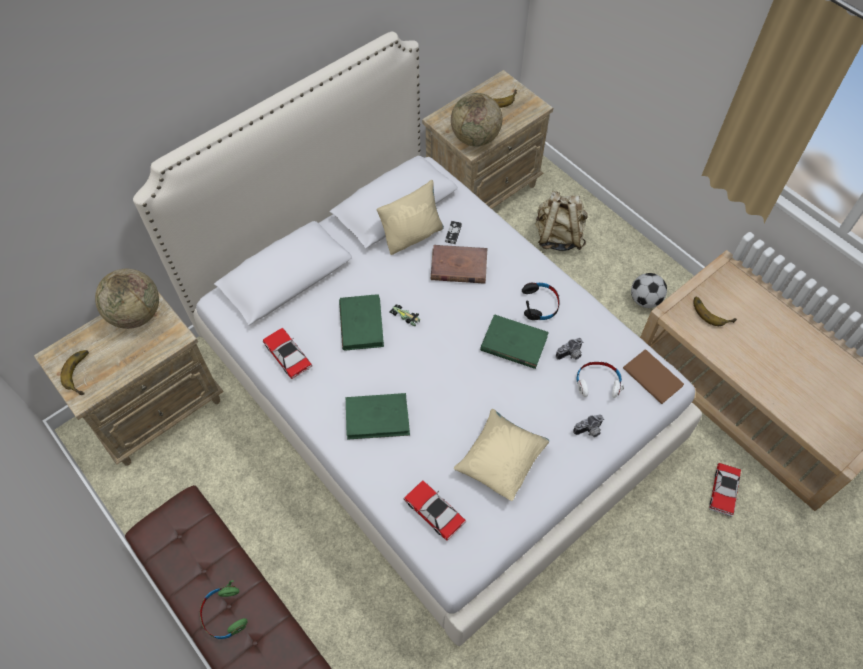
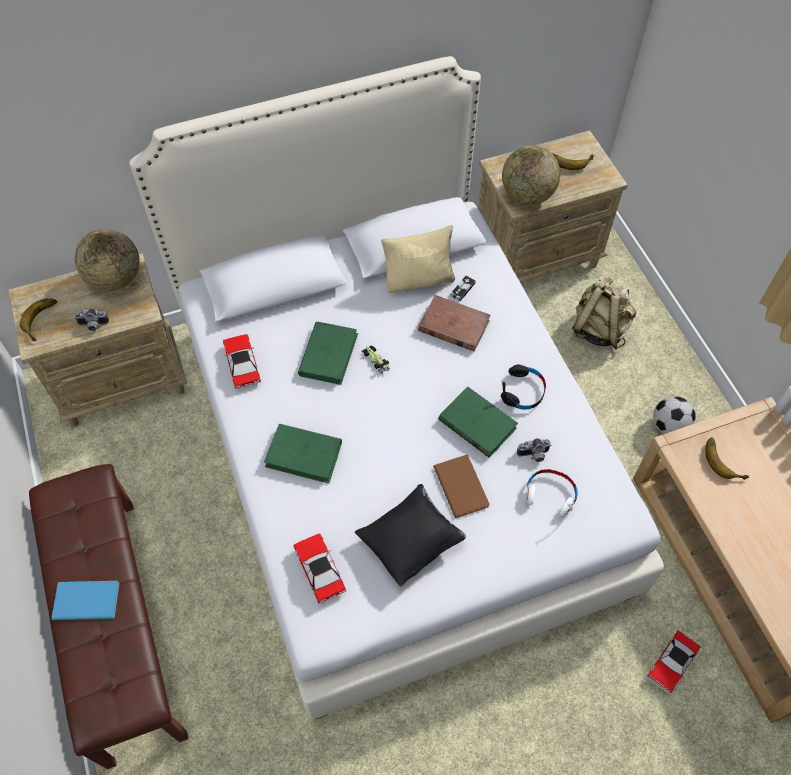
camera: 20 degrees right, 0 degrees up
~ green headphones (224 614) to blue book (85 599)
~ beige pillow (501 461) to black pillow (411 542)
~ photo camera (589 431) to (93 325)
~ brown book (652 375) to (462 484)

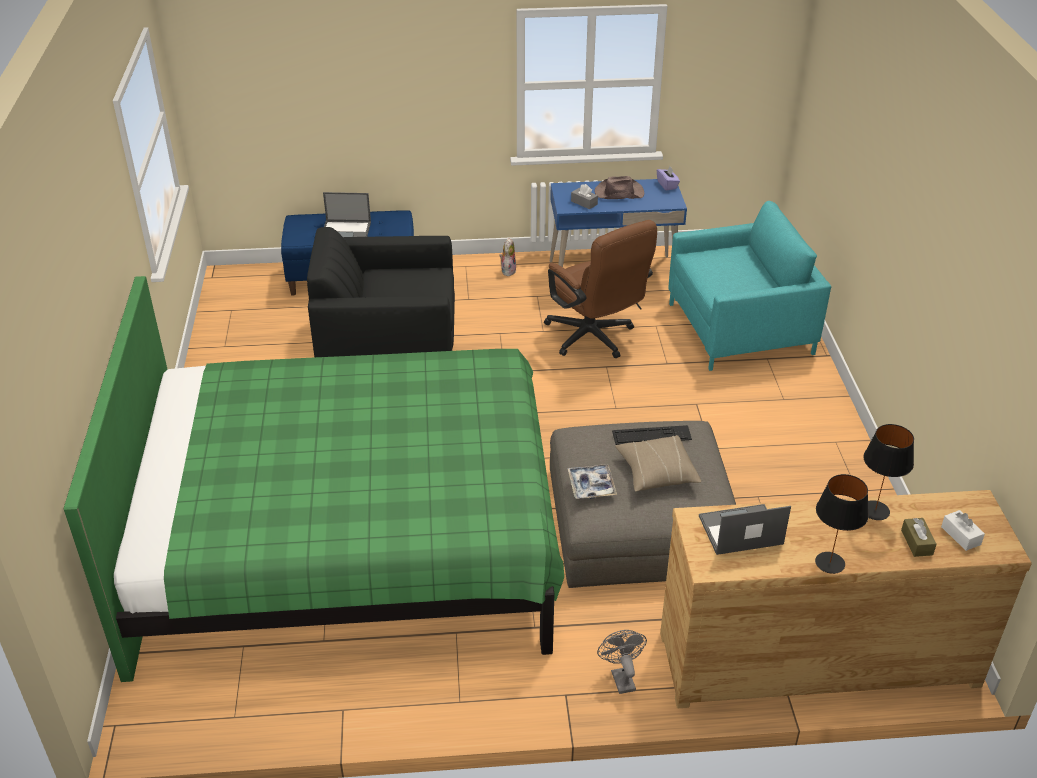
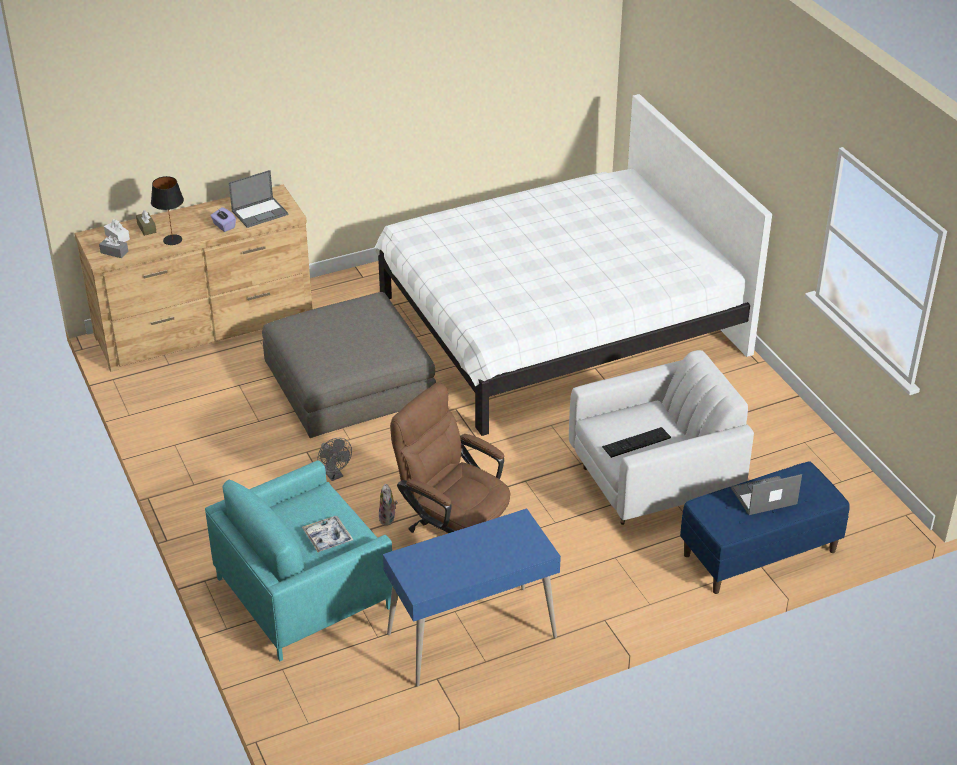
camera: 160 degrees right, 0 degrees up
~ green bed (347 538) to white bed (559 323)
~ black armchair (388 344) to white armchair (655 481)
~ plush toy (507 270) to (388 519)
~ tray (591 486) to (327 538)
~ grey tissue box (584 203) to (114 252)
- brown hat (618 193)
~ grey fan (621 677) to (334 475)
~ keyboard (651 435) to (636 442)
- beige pillow (656 473)
~ purple tissue box (667 185) to (224 226)
- black table lamp (830 562)

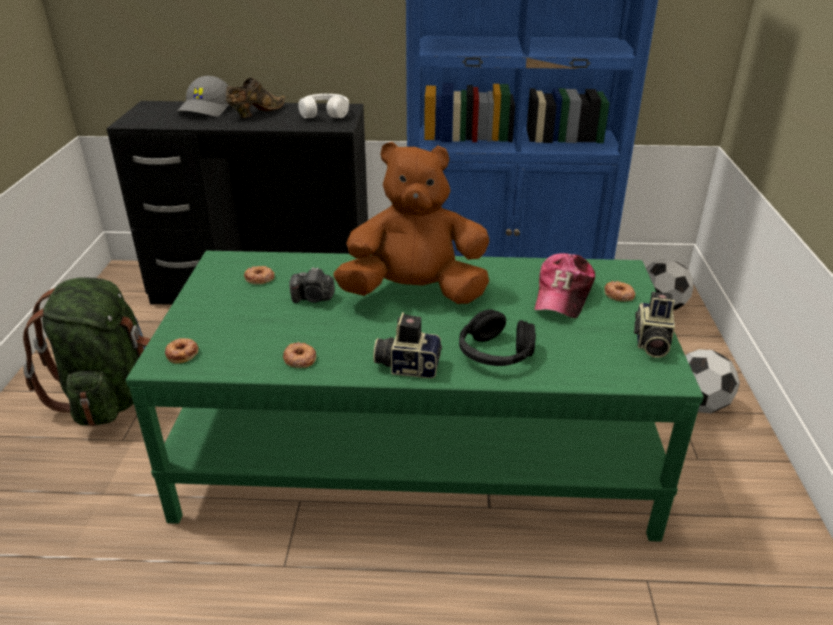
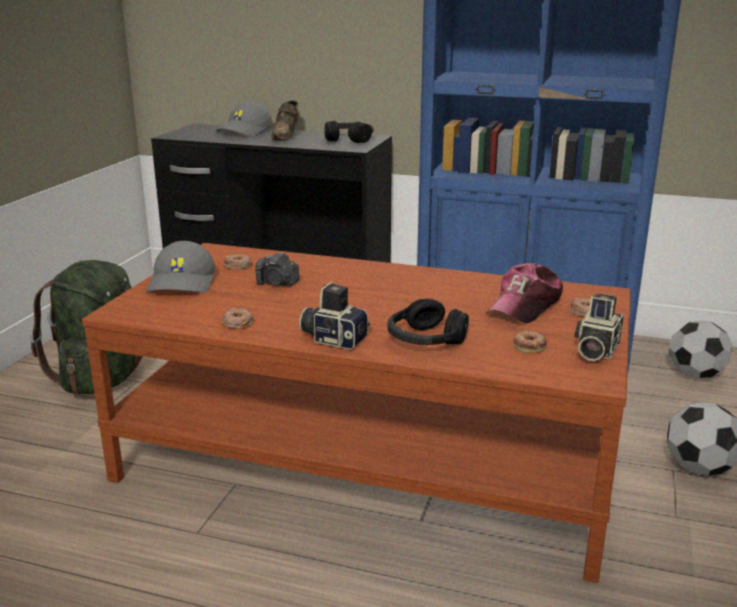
camera: 15 degrees right, 10 degrees down
~ green coffee table (418 449) to brown coffee table (370 460)
~ donut (182 353) to (529 346)
~ brown shoe (256 113) = (287 136) 135 degrees clockwise
~ white headphones (324 114) to black headphones (349 140)
- brown plush toy (415 293)
+ grey cap (183 283)

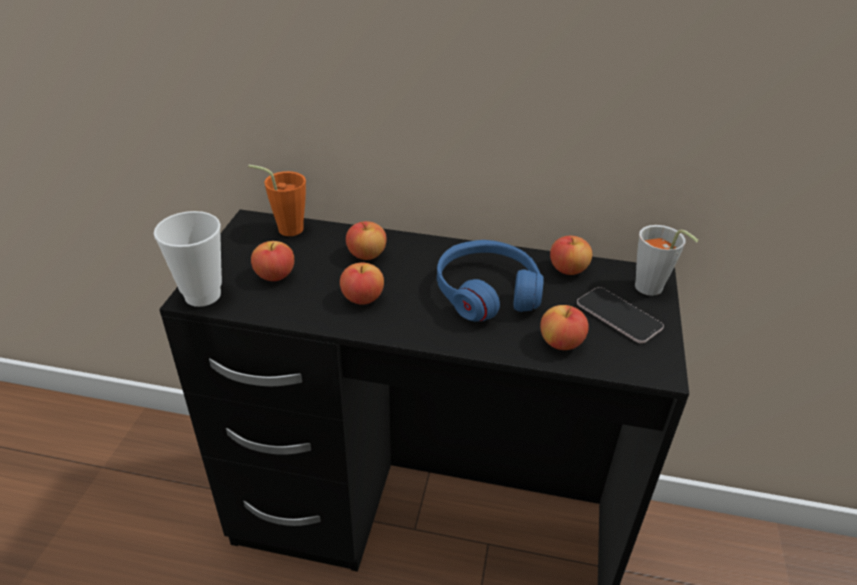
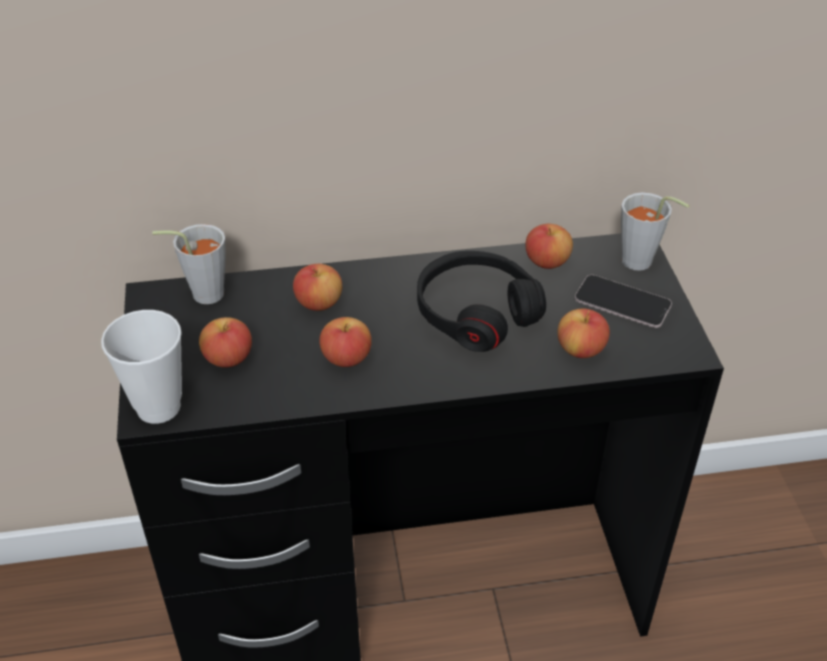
camera: 20 degrees left, 5 degrees up
~ orange cup (285 228) to grey cup (200 294)
~ blue headphones (486 291) to black headphones (476 312)

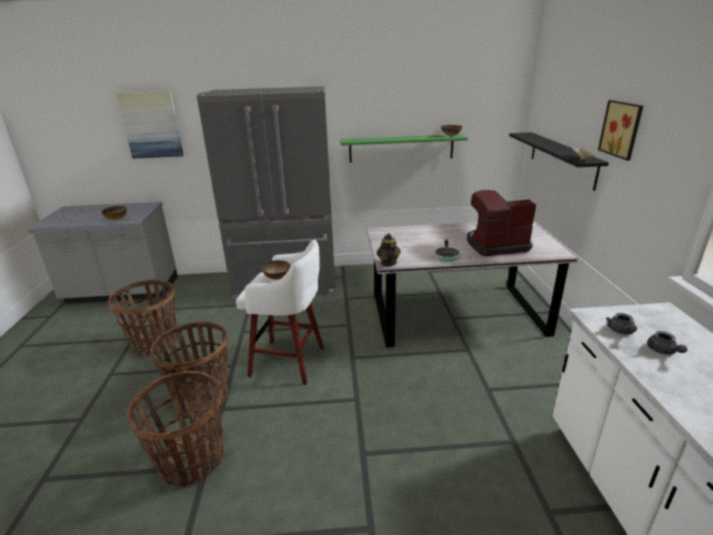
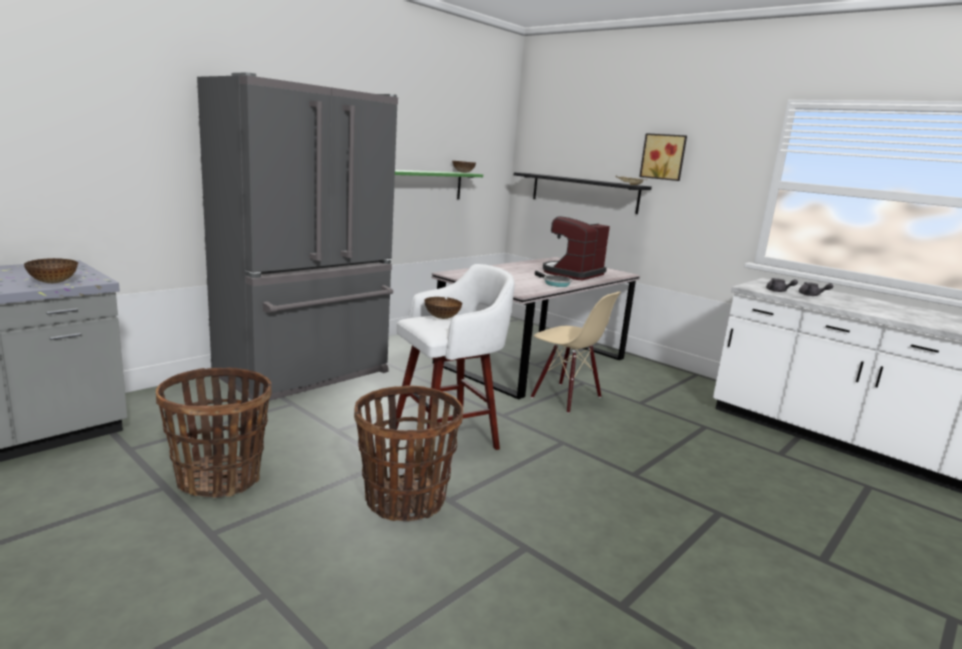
camera: 45 degrees left, 10 degrees down
- picture (152 125)
- basket (191 461)
- teapot (388 263)
+ beige chair (565 397)

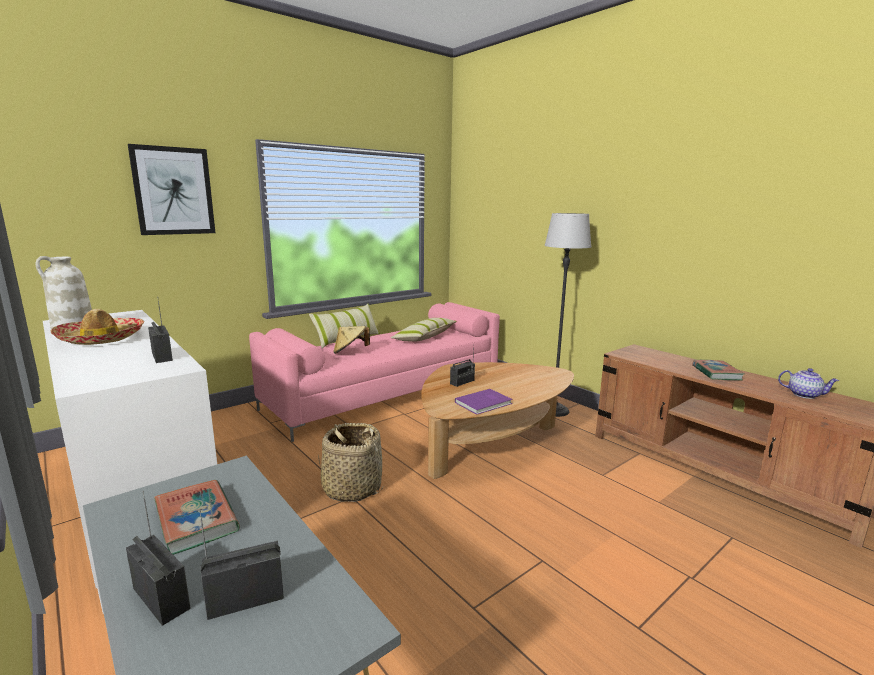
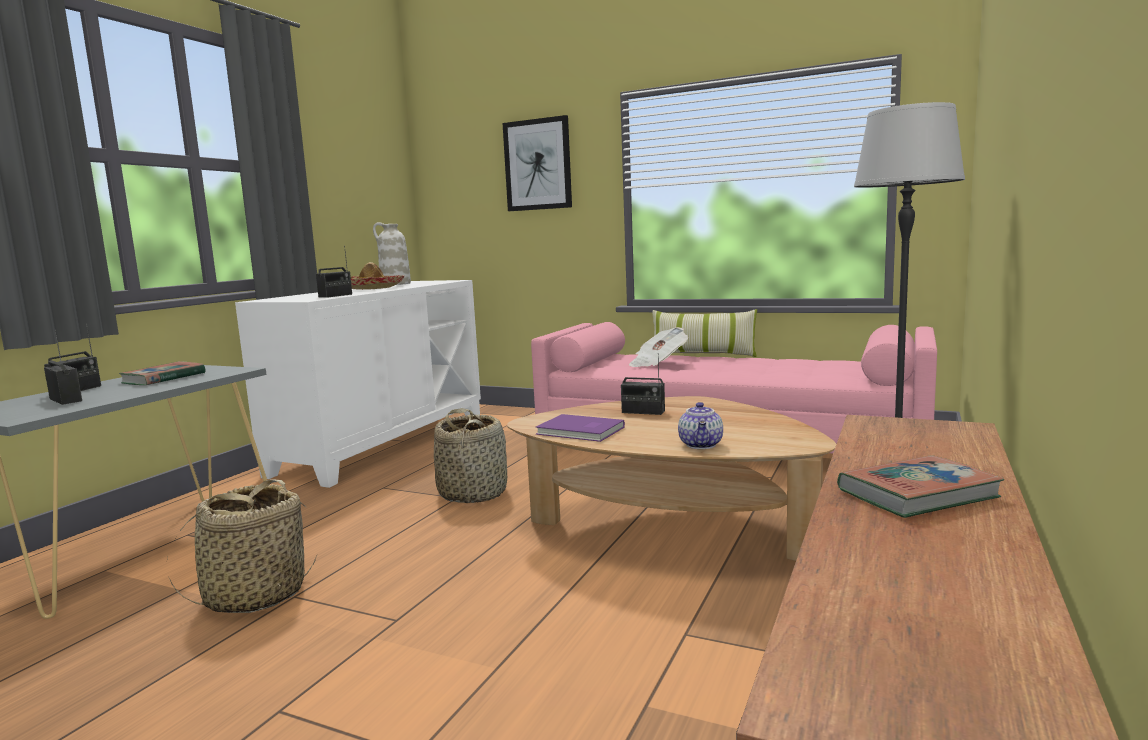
camera: 65 degrees right, 5 degrees down
~ beige hat (350 351) to newspaper (657 363)
- pillow (425 337)
~ teapot (804 395) to (702 445)
+ basket (255 595)

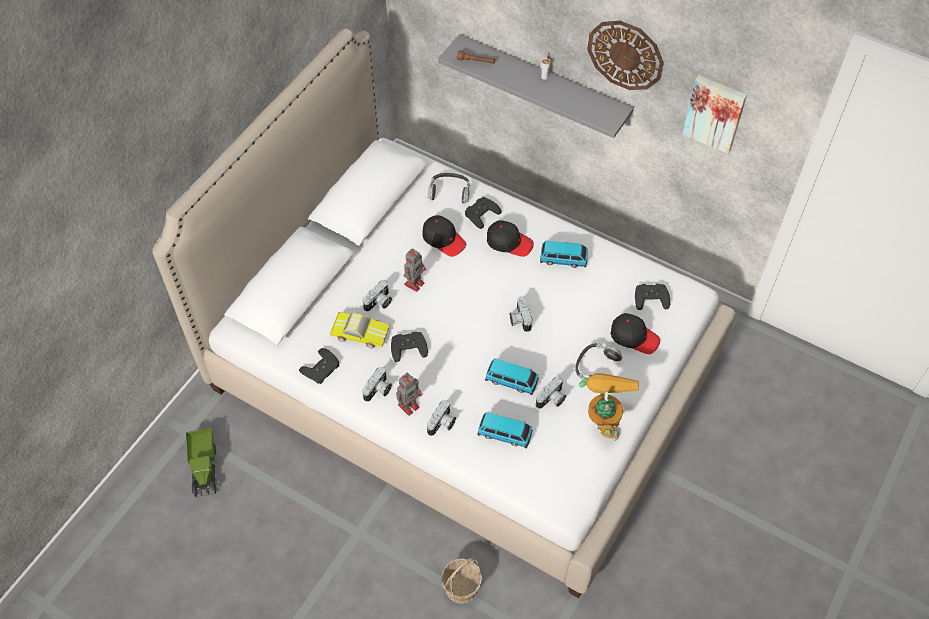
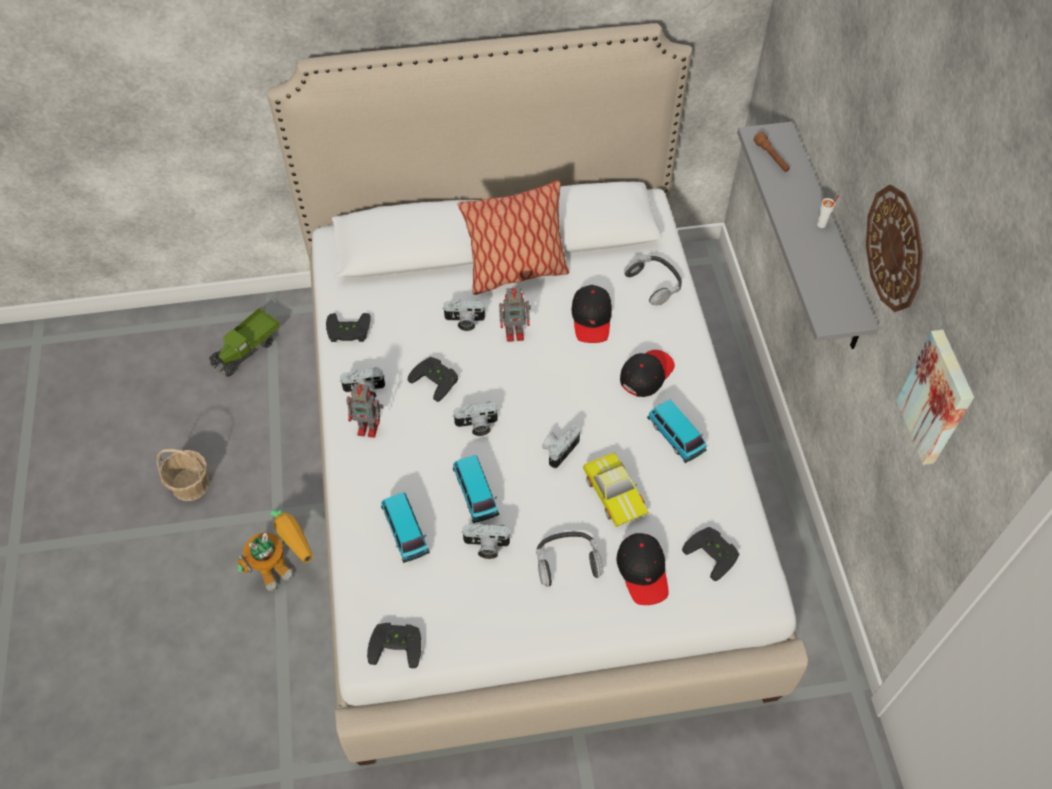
camera: 50 degrees right, 0 degrees up
~ toy car (360 332) to (615 492)
~ photo camera (442 424) to (476 426)
~ basket (461 587) to (190 484)
~ black game controller (480 213) to (397 643)
~ black cap (509 242) = (646 374) 120 degrees counterclockwise
~ toy robot (603 420) to (284 566)
+ pillow (516 273)

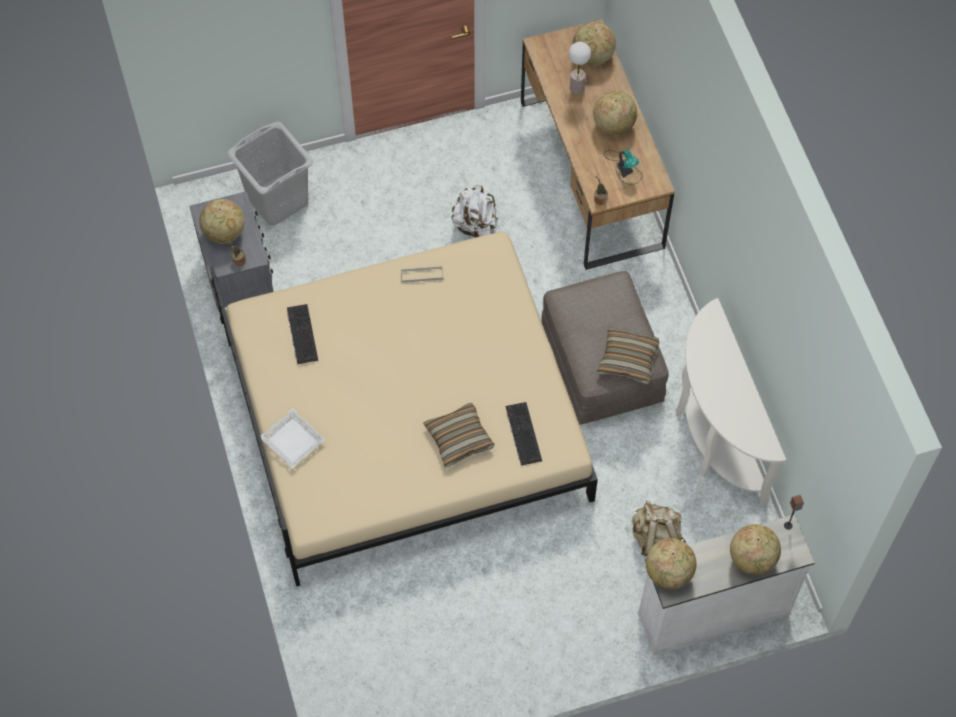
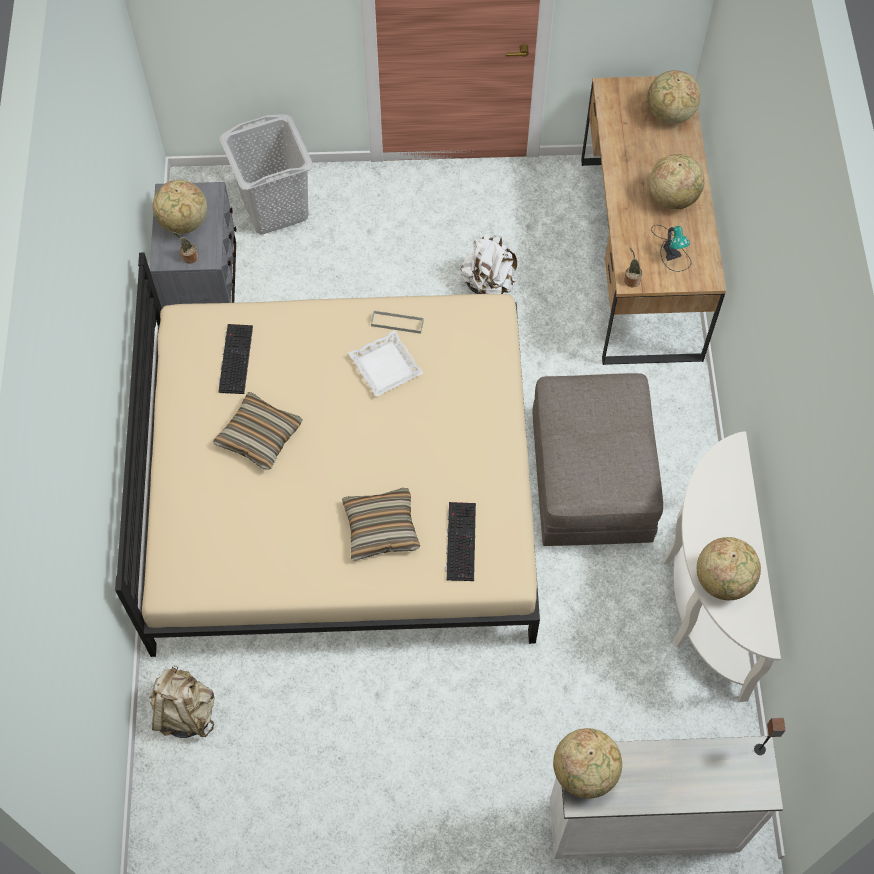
camera: 15 degrees right, 0 degrees up
~ white tray (292 441) to (385 367)
- table lamp (577 88)
~ pillow (627 360) to (259 436)
~ beige backpack (656 538) to (185 712)
~ globe (752 558) to (723 580)

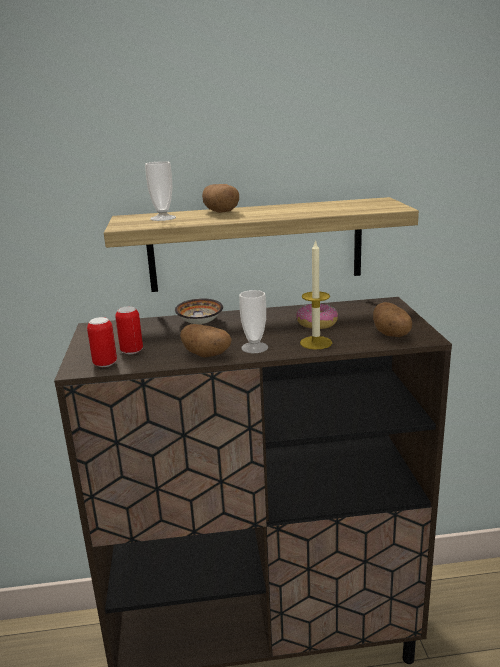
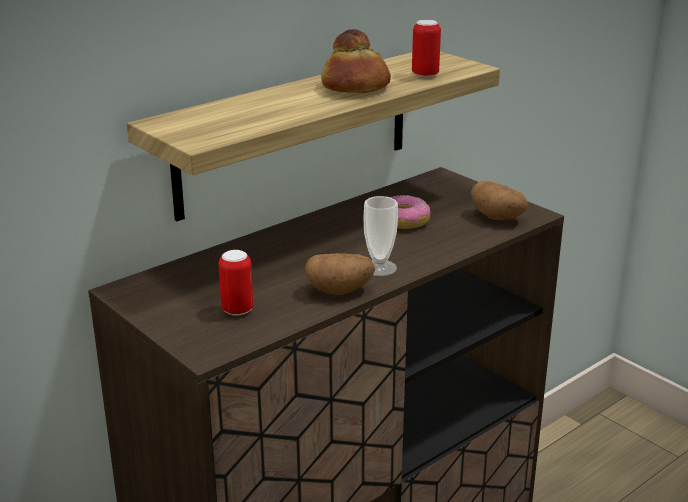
camera: 35 degrees left, 5 degrees up
~ can (105 364) to (425 75)
- cup (163 218)
- bowl (201 322)
- potato (220 212)
- candle (316 343)
+ bread (355 87)

